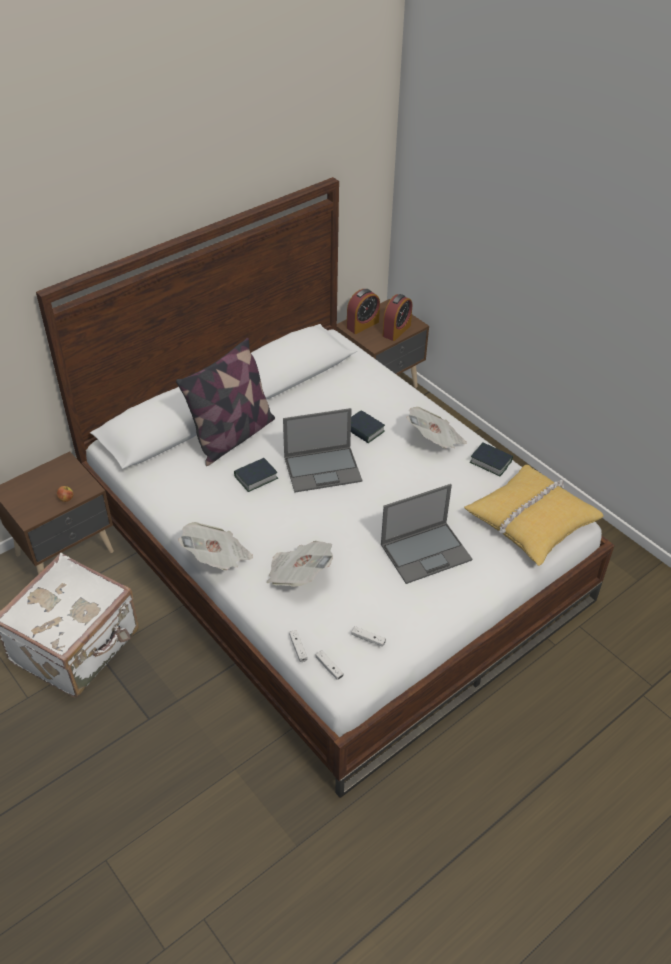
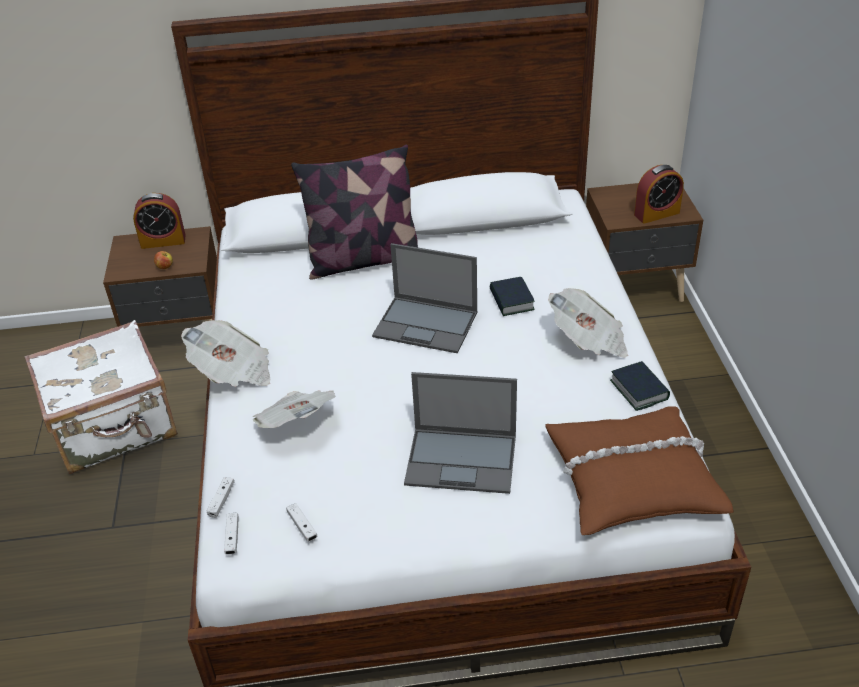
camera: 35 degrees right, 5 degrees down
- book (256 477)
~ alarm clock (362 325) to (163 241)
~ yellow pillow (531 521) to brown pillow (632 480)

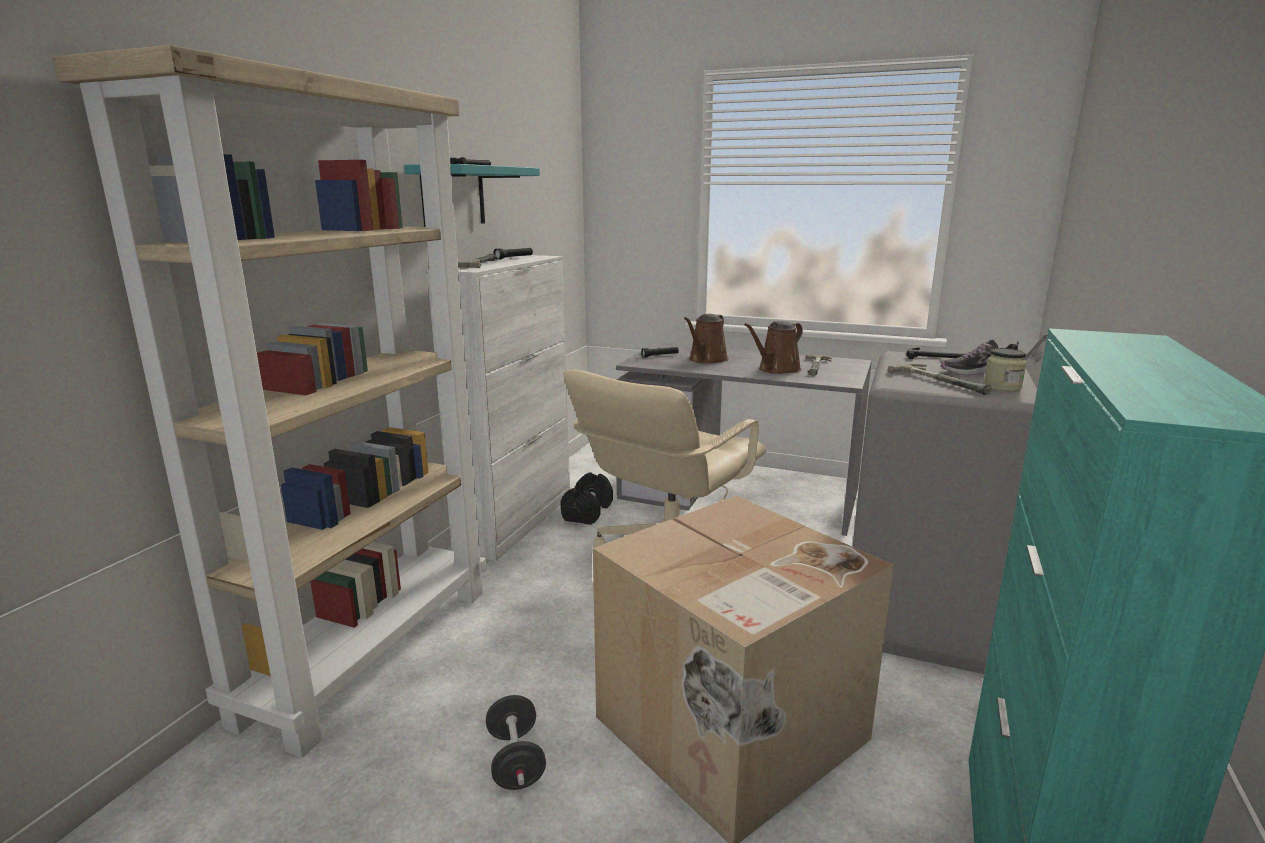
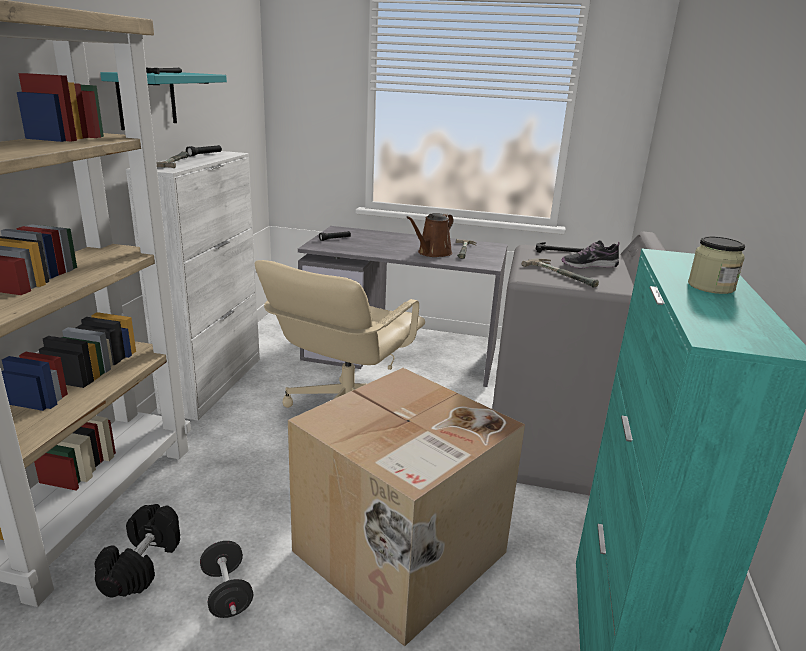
camera: 10 degrees left, 5 degrees up
~ black dumbbell (587 512) to (142 564)
- brown watering can (706 360)
~ jar (1002 387) to (711 286)

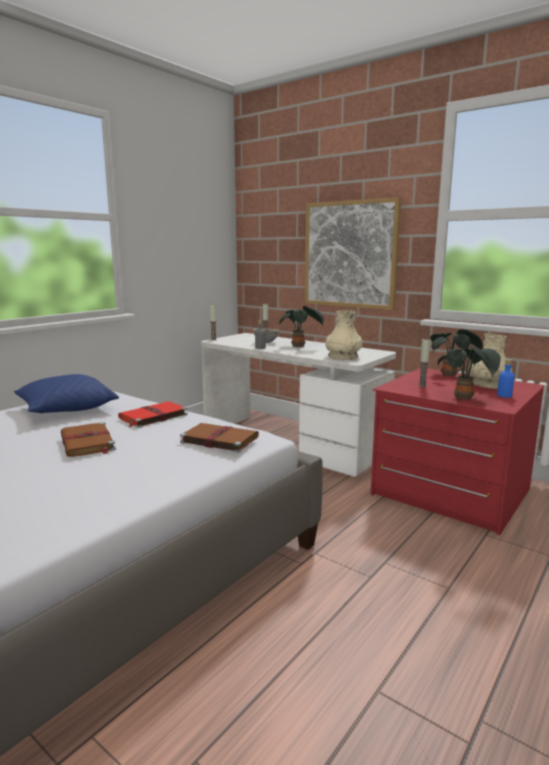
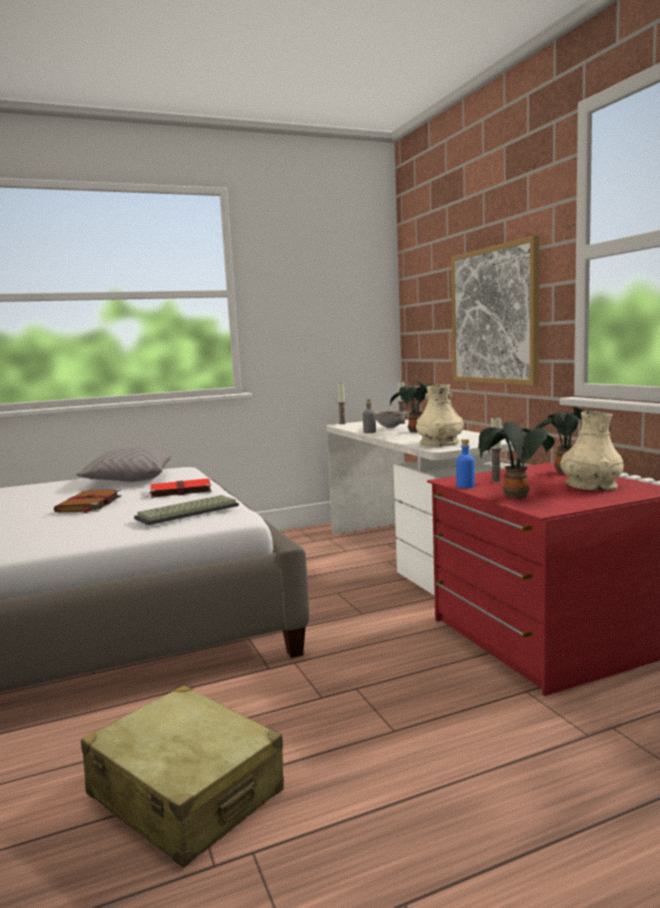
camera: 30 degrees right, 5 degrees down
~ blue pillow (66 409) to grey pillow (128 480)
~ brown book (218 439) to keyboard (187 512)
~ blue bottle (504 395) to (465 486)
+ beige suitcase (185 793)

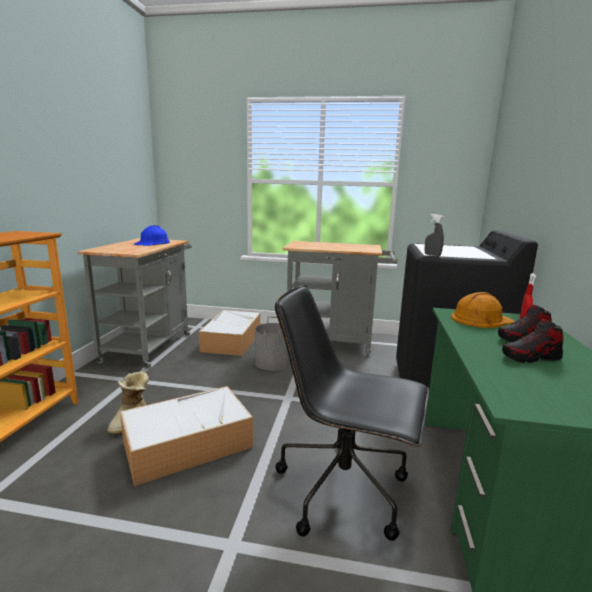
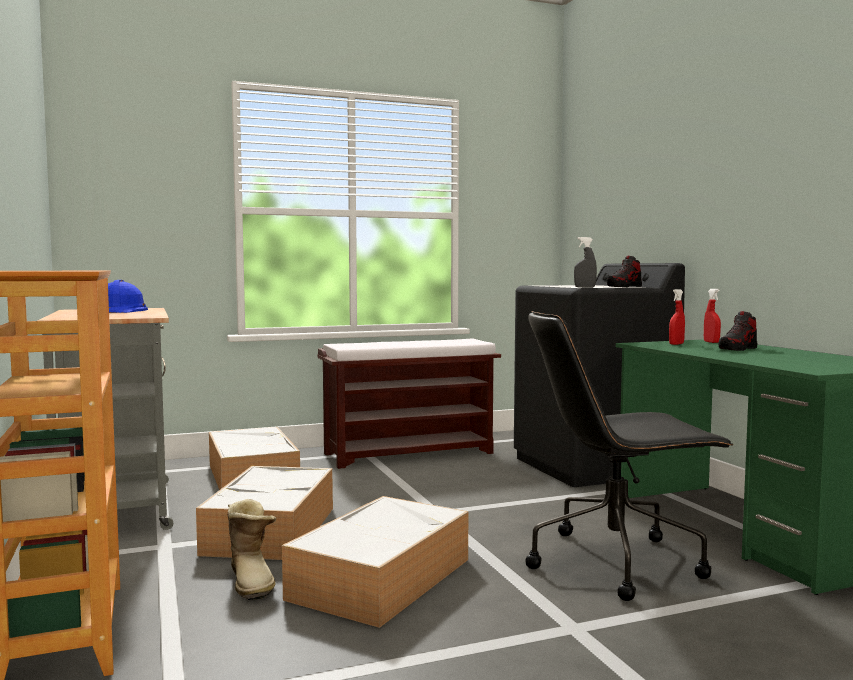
camera: 30 degrees left, 10 degrees down
- grey bucket (273 362)
~ grey cart (335 343) to brown bench (410 453)
~ orange hard hat (480 319) to red spray bottle (676 344)
~ shoe (531 357) to (624 286)
+ storage box (271 531)

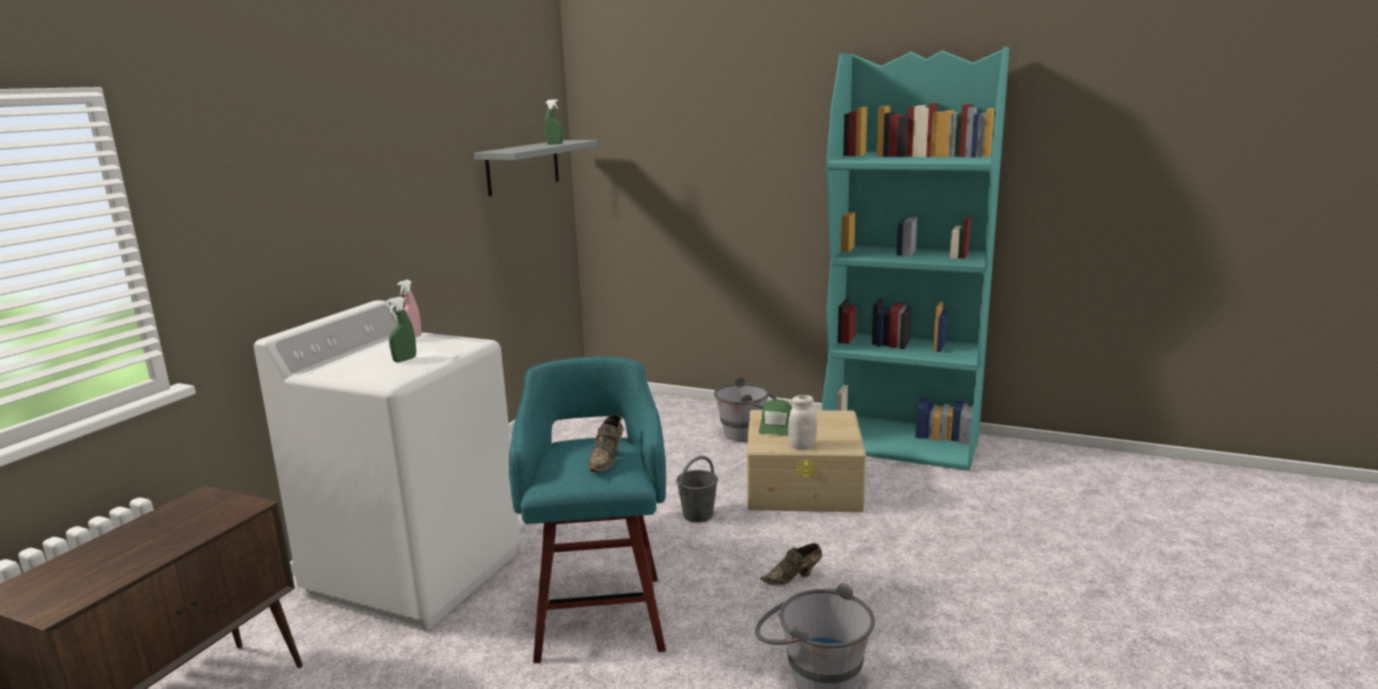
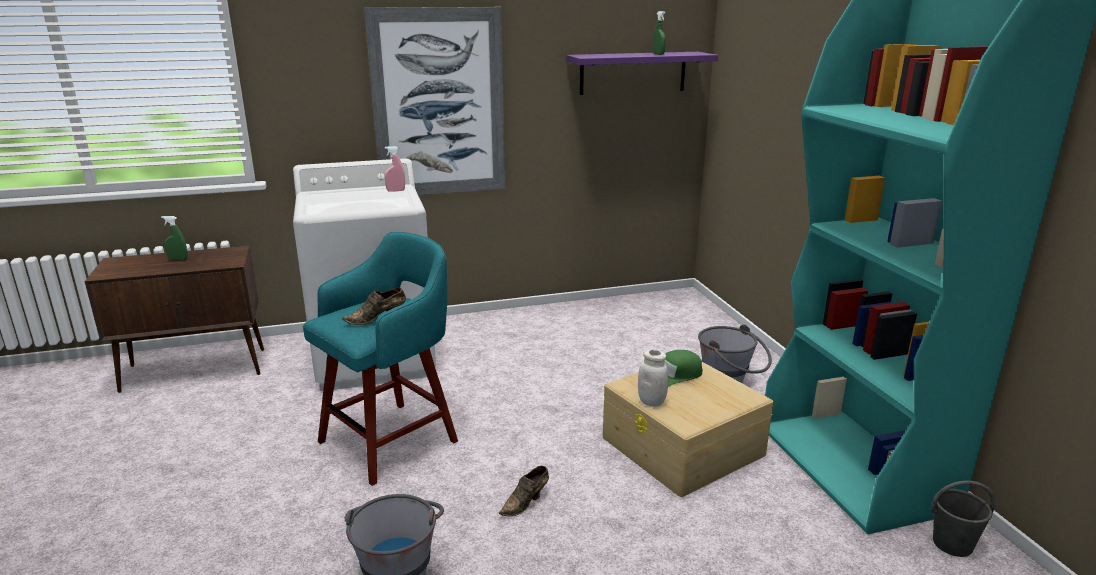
camera: 50 degrees right, 5 degrees up
~ green spray bottle (404 360) to (178 259)
~ grey shelf (523 167) to purple shelf (633 73)
~ grey bucket (698 515) to (953 544)
~ brown shoe (793 577) = (526 503) 75 degrees counterclockwise
+ picture (439 104)

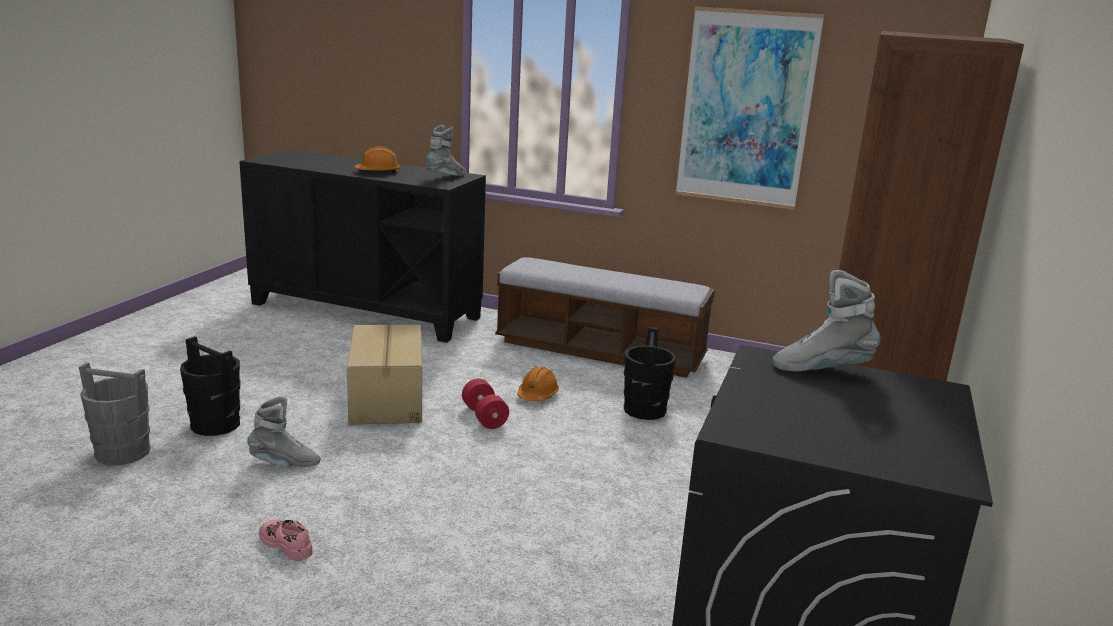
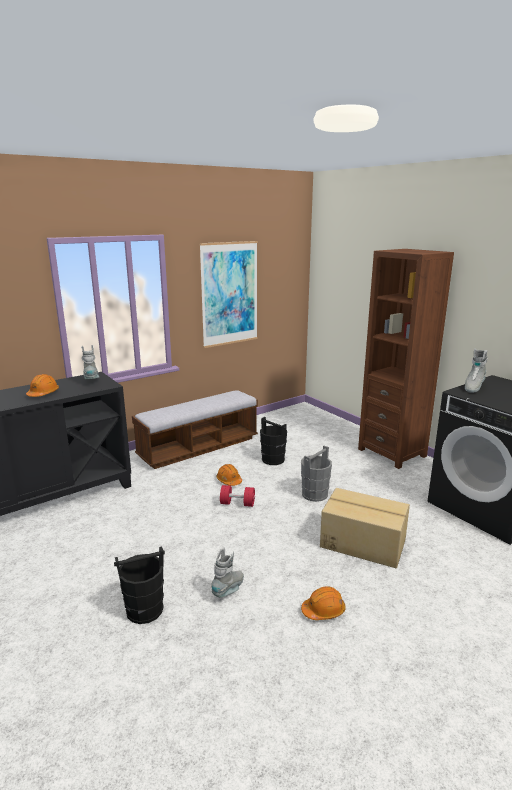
camera: 55 degrees left, 0 degrees up
~ grey bucket (123 452) to (315 494)
~ pink shoe (287 544) to orange hard hat (323 610)
~ cardboard box (388 398) to (362 542)

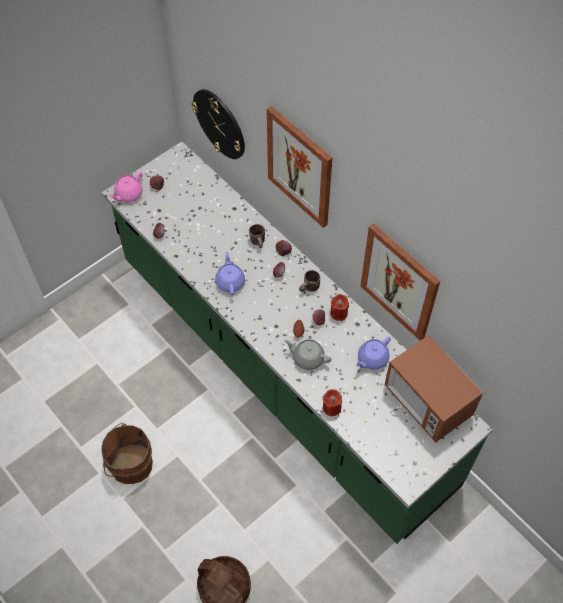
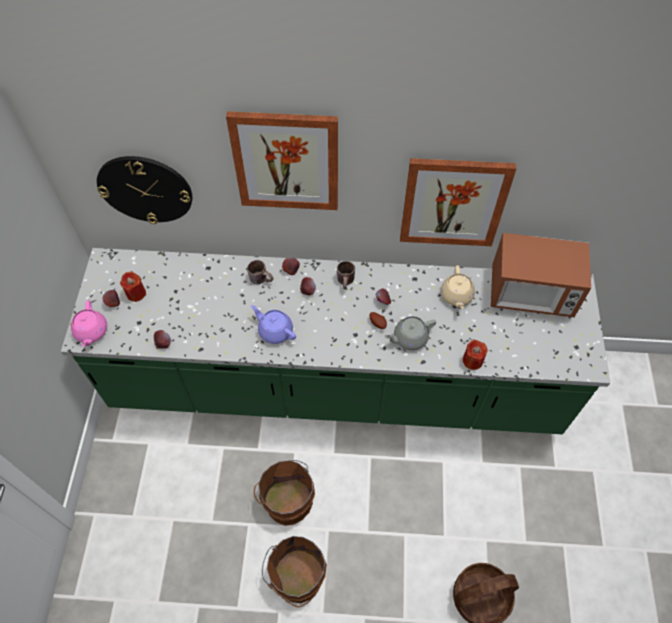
camera: 45 degrees left, 0 degrees up
~ red candle (338 313) to (136 293)
~ purple teapot (372 359) to beige teapot (456 296)
+ brown bucket (287 499)

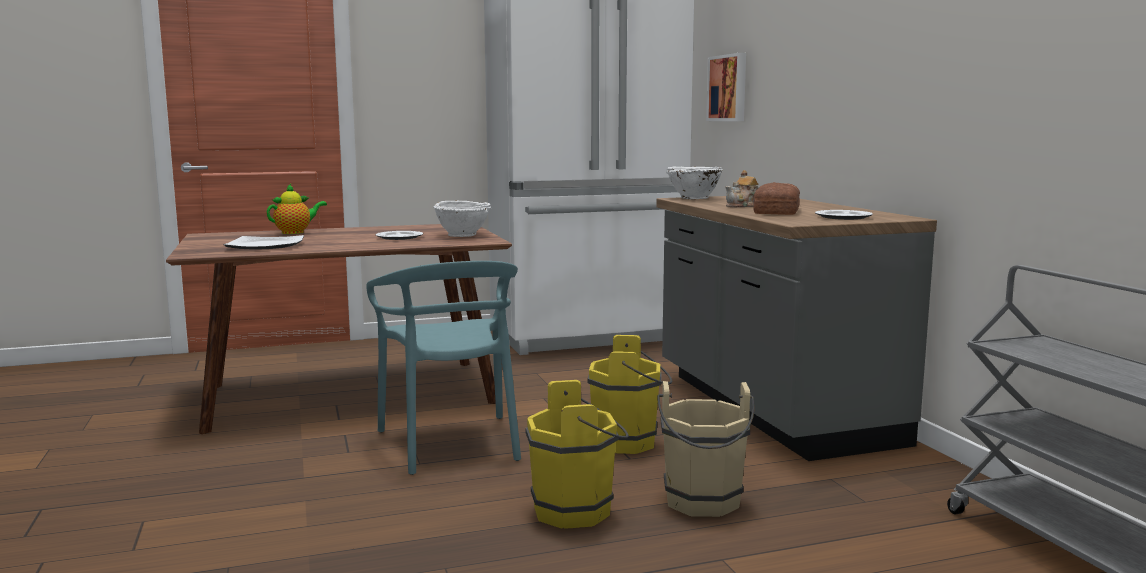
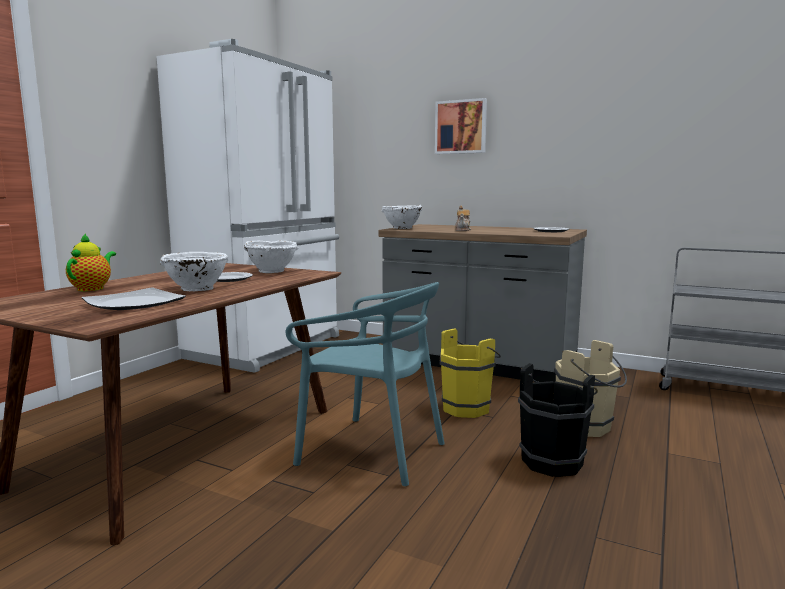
camera: 45 degrees left, 0 degrees up
~ yellow bucket (578 511) to black bucket (554 460)
~ picture (729 88) to (461 127)
- bread (775 211)
+ white bowl (196 289)

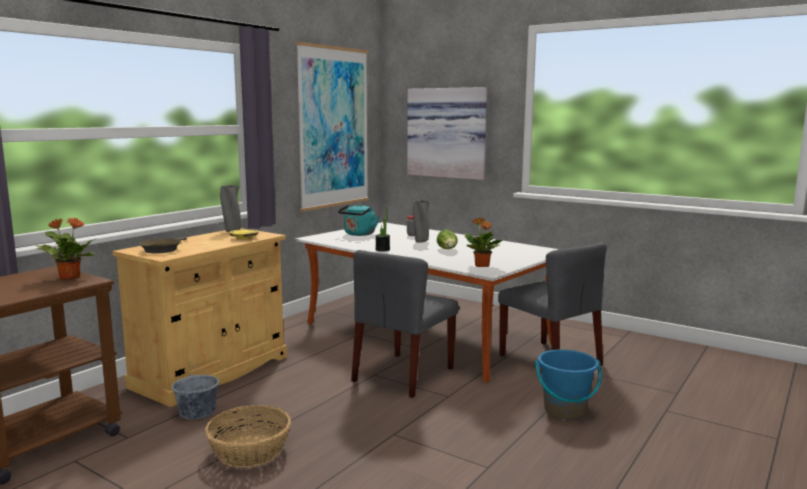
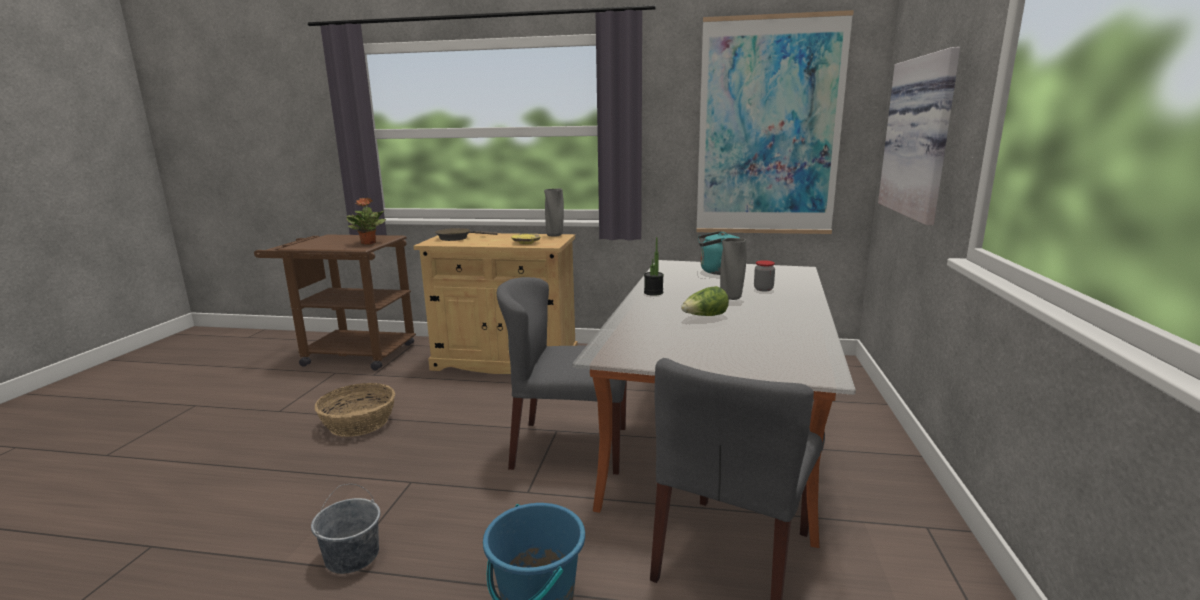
camera: 65 degrees right, 5 degrees up
~ grey bucket (197 412) to (352 556)
- potted plant (482 266)

